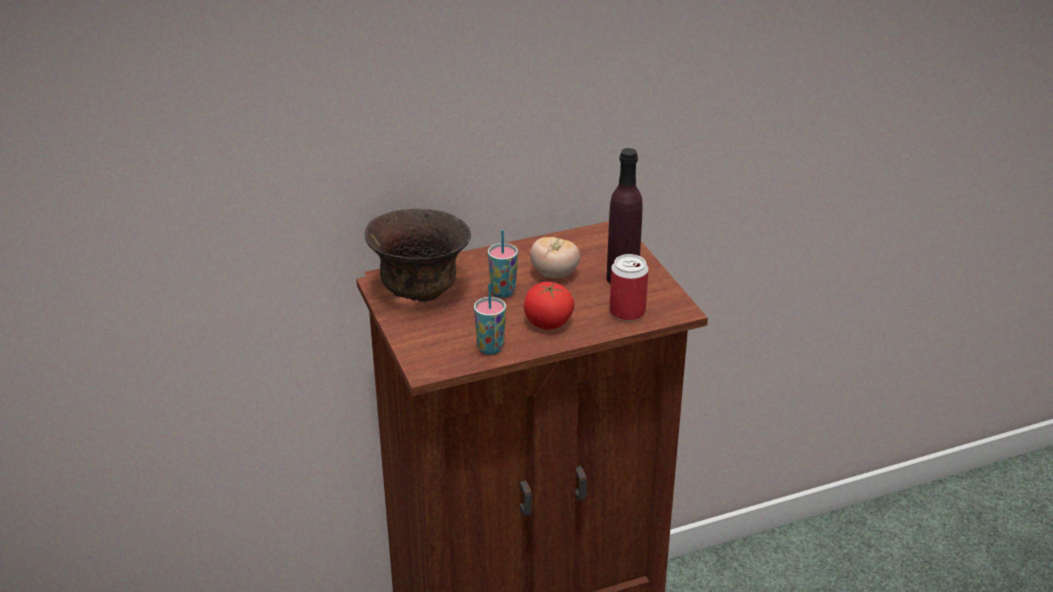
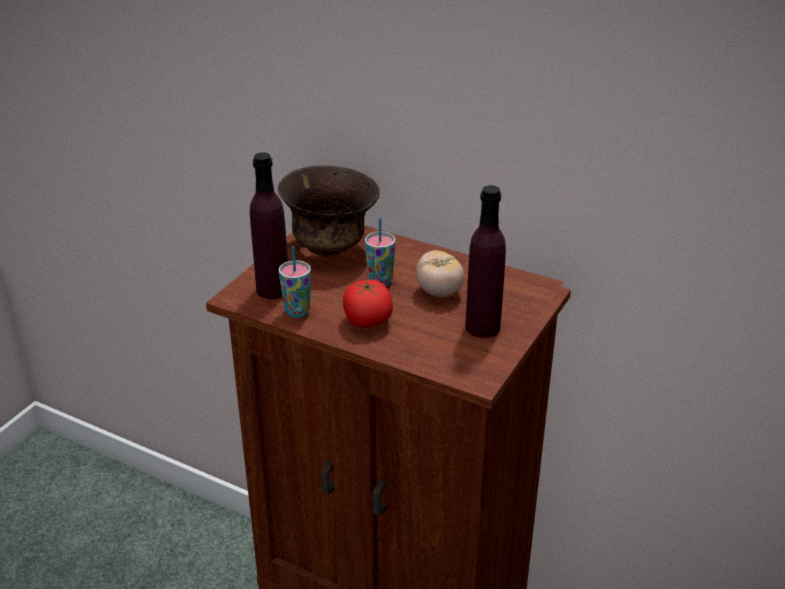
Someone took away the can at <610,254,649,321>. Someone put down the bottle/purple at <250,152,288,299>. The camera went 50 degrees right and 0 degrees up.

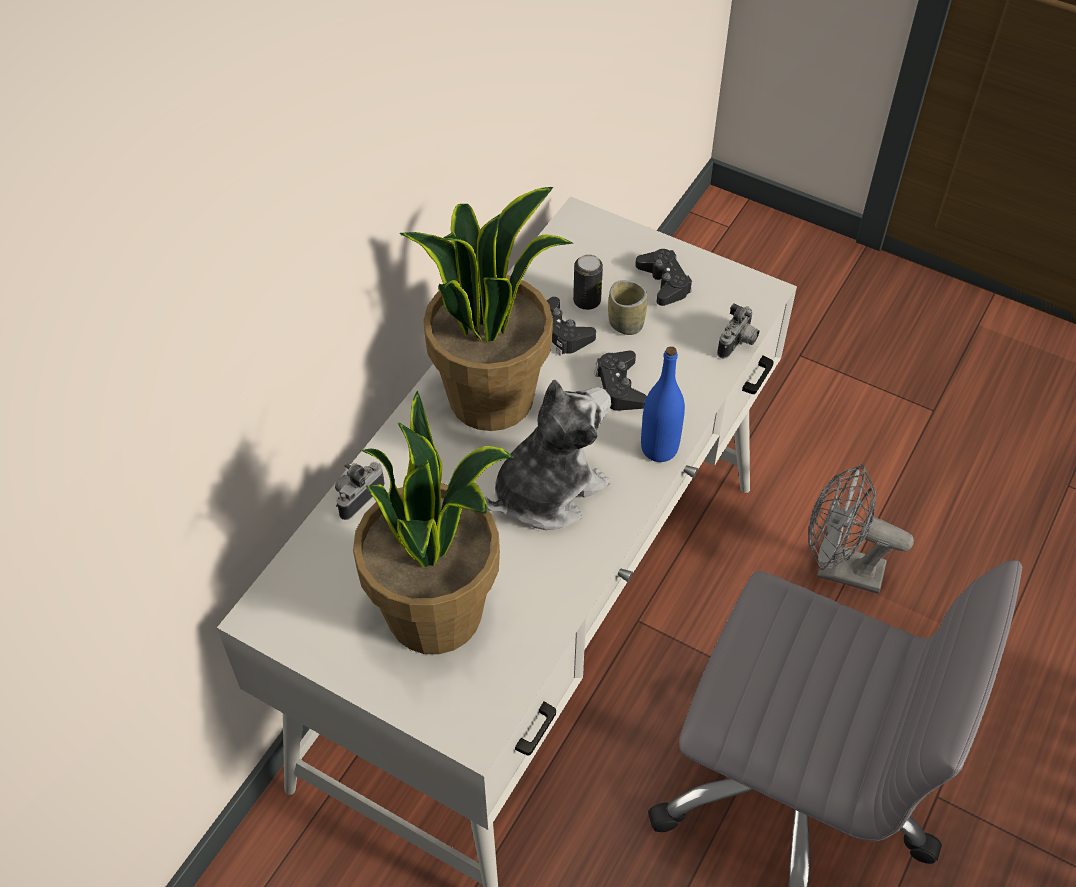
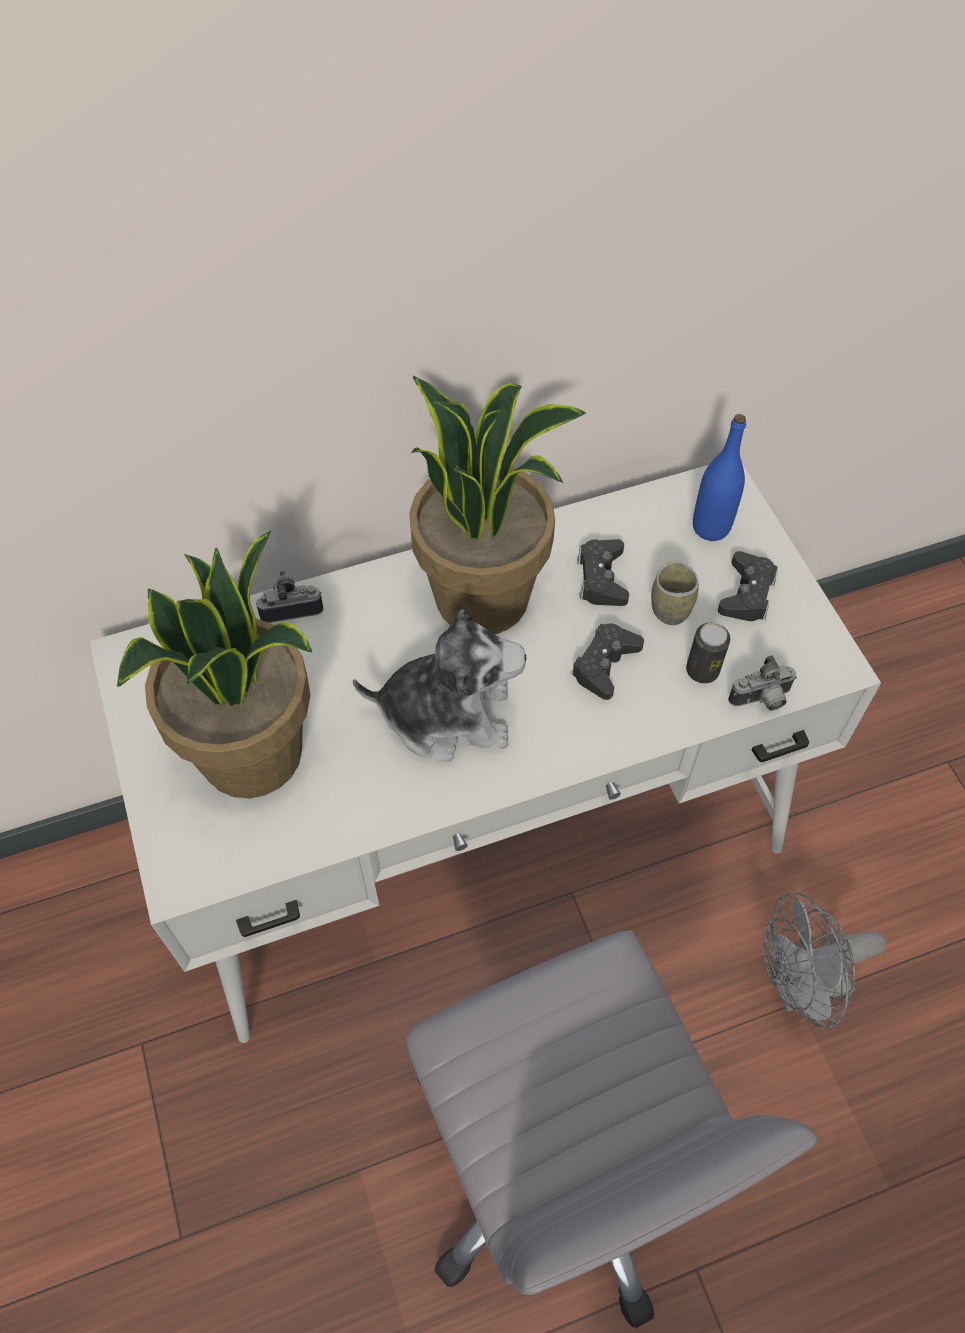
Someone carried the can from <573,254,603,310> to <686,622,730,683>. Someone carried the bottle/blue from <641,346,685,462> to <693,414,746,541>. Someone rotated the fan/grey at <808,464,914,594> by 75 degrees counterclockwise. The camera went 40 degrees right and 5 degrees up.

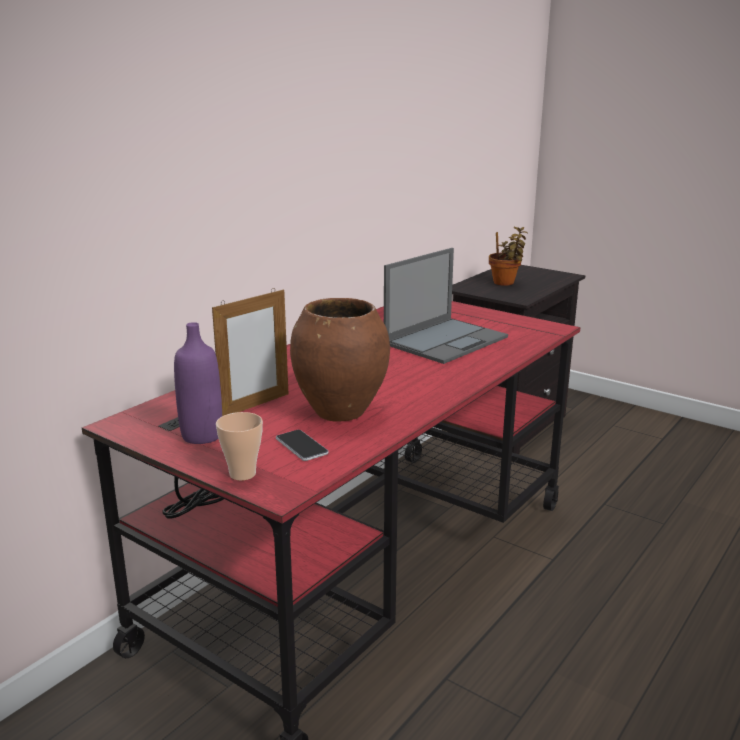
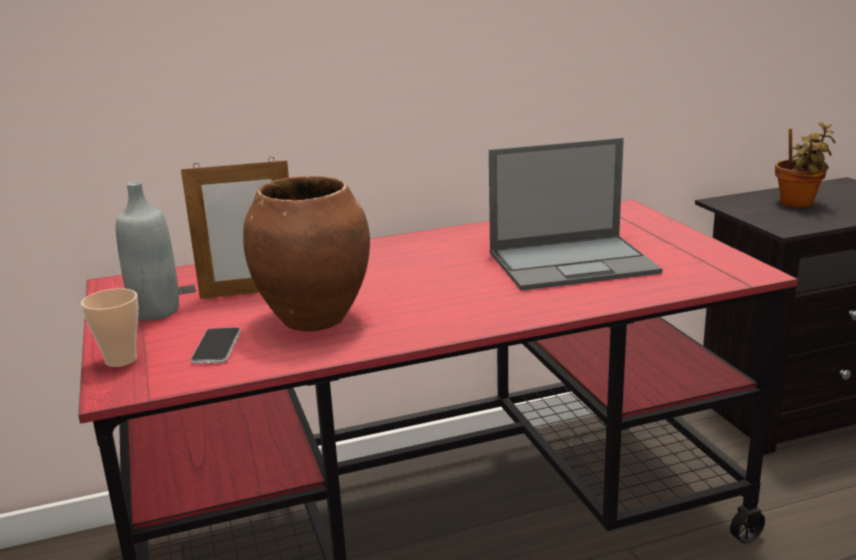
Someone repainted the bottle/purple at <174,322,222,444>, which became the bottle/grey at <116,182,179,321>. The camera went 35 degrees right and 0 degrees up.

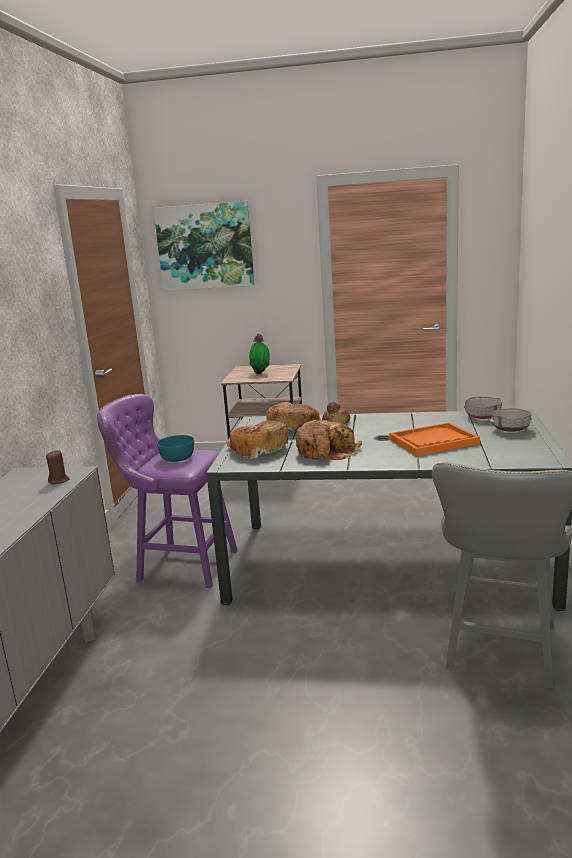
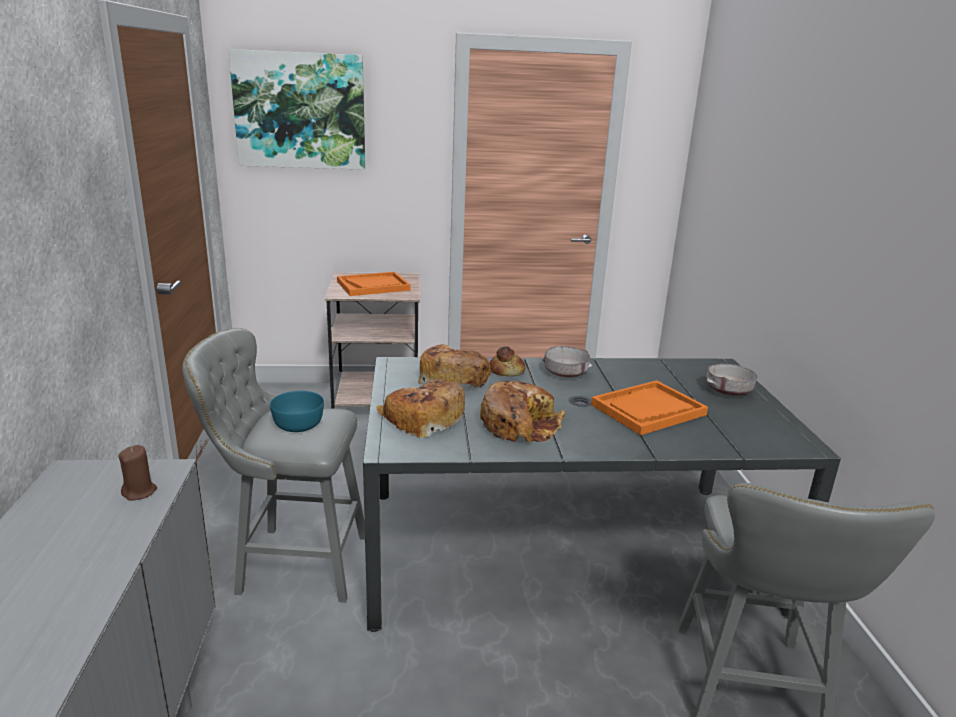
Someone swapped the potted plant at <249,334,270,374> for the tray/orange at <337,272,411,296>. Someone repainted the stool/purple at <97,394,238,588>, which became the stool/grey at <182,328,365,603>. Someone carried the bowl/grey from <464,397,504,419> to <543,346,592,378>. The camera went 15 degrees left and 5 degrees up.

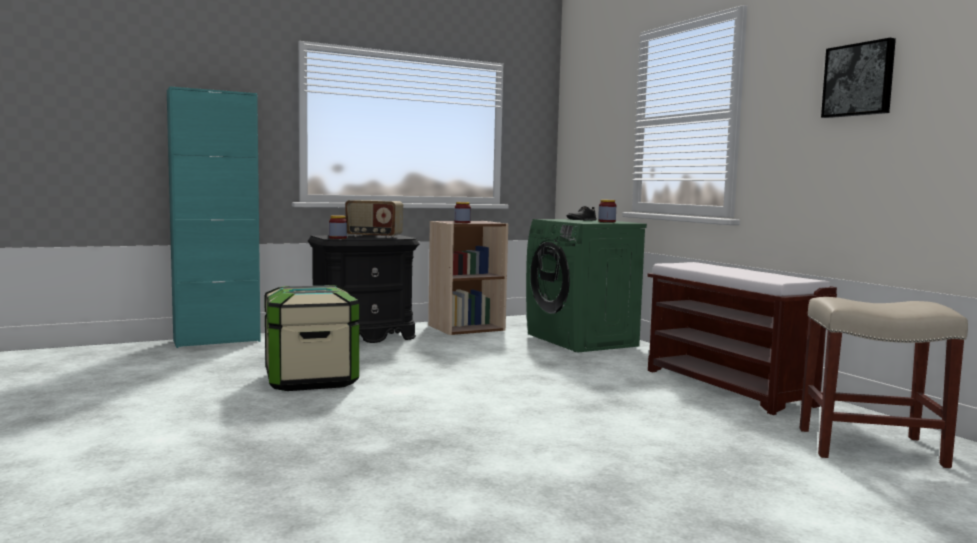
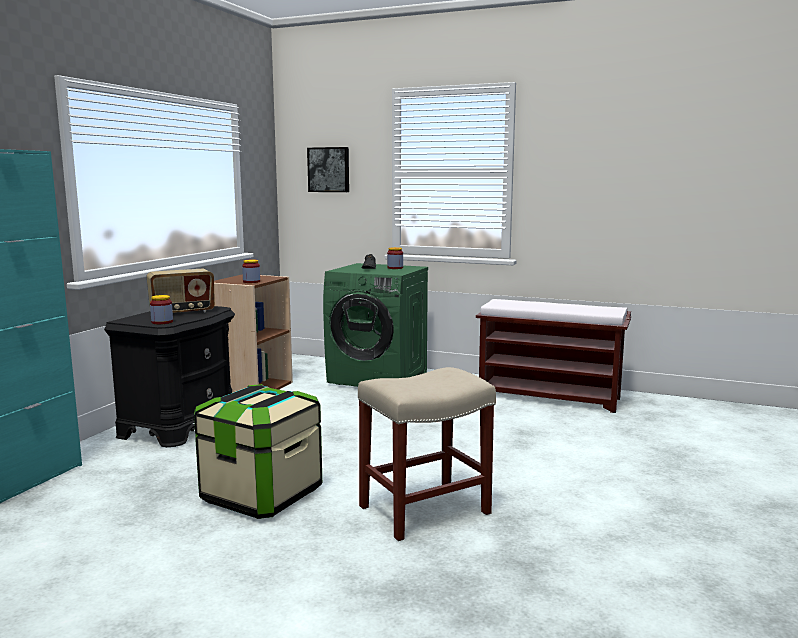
Someone carried the picture from <821,38,896,118> to <307,147,349,192>. Someone carried the stool/beige from <800,297,968,468> to <358,367,496,541>. The camera went 40 degrees left and 5 degrees up.

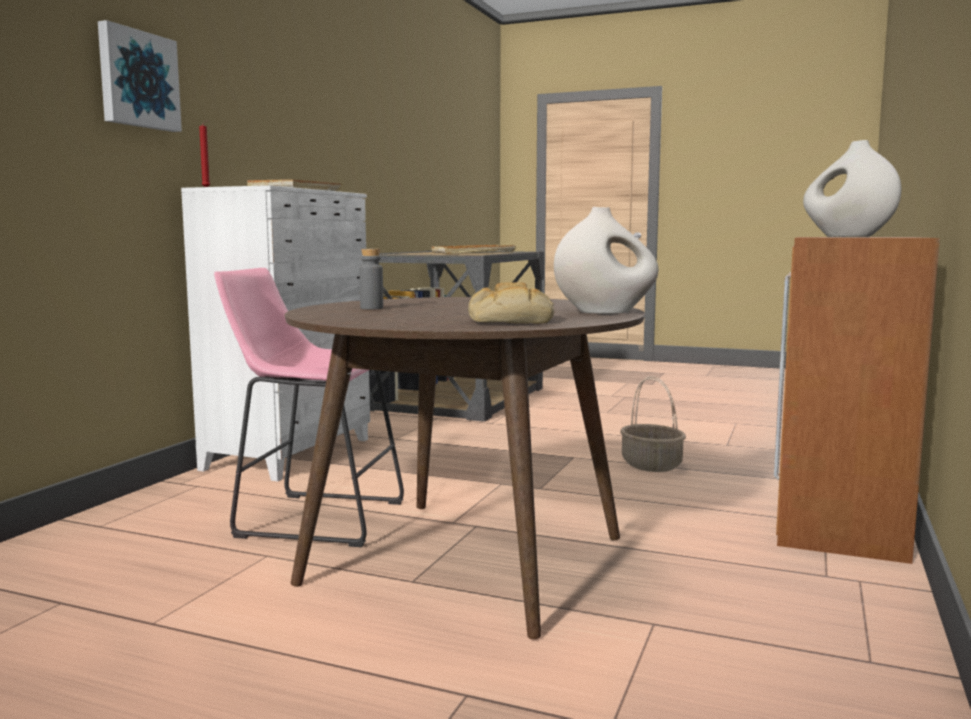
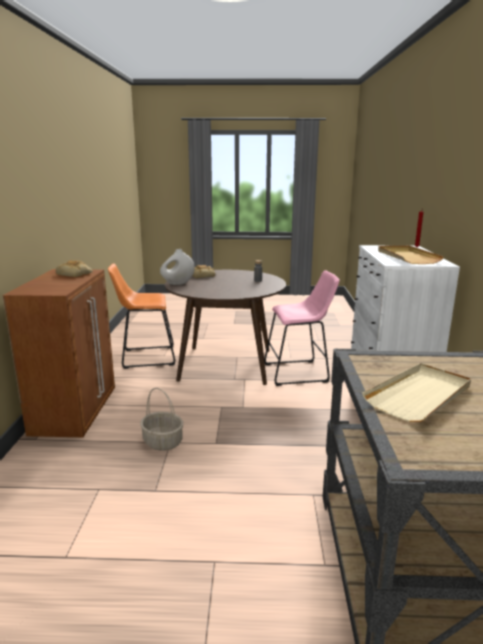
Someone took away the picture at <98,20,182,132>. Someone swapped the vase/white at <803,140,901,237> for the bread at <56,260,93,277>. Someone put down the stool/orange at <108,263,175,369>. The camera went 160 degrees right and 10 degrees up.

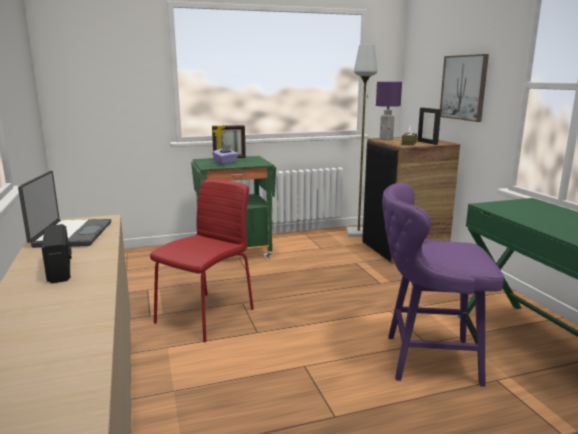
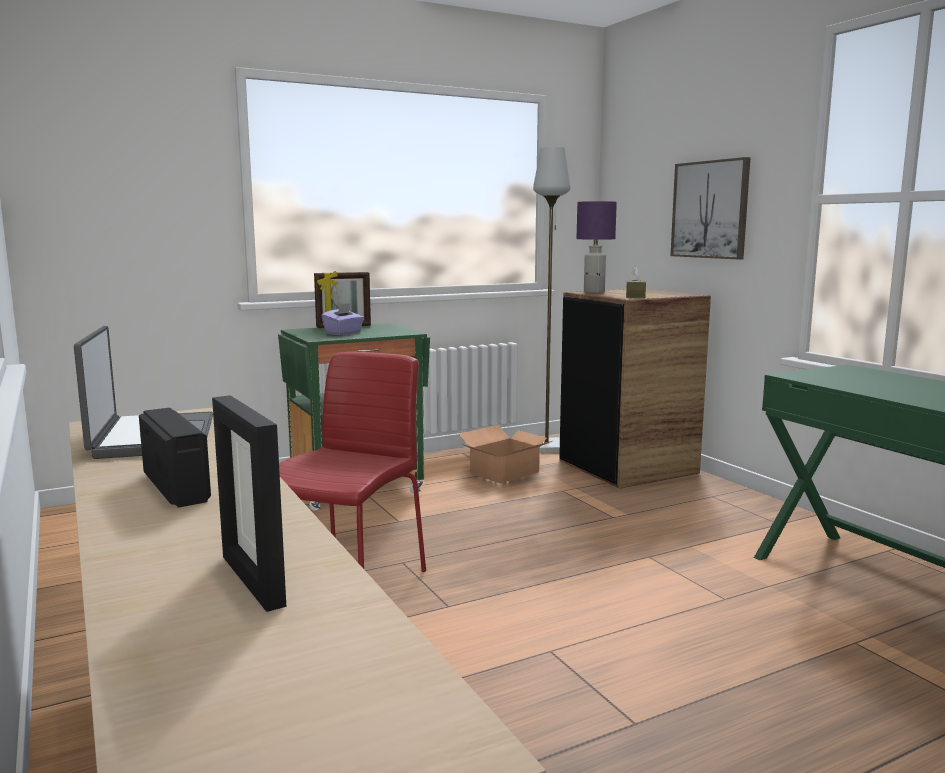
Someone carried the picture frame from <417,108,441,145> to <212,395,286,612>. Someone took away the stool/purple at <382,182,504,386>. Someone put down the cardboard box at <459,425,552,484>. The camera went 10 degrees left and 5 degrees down.

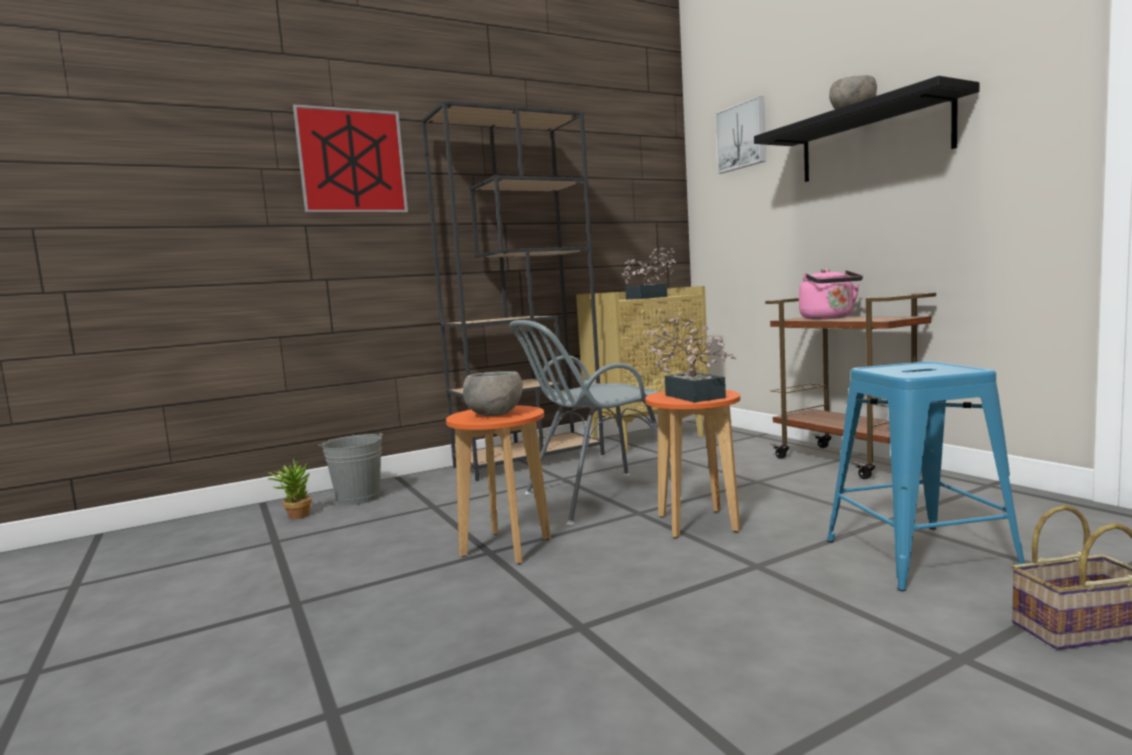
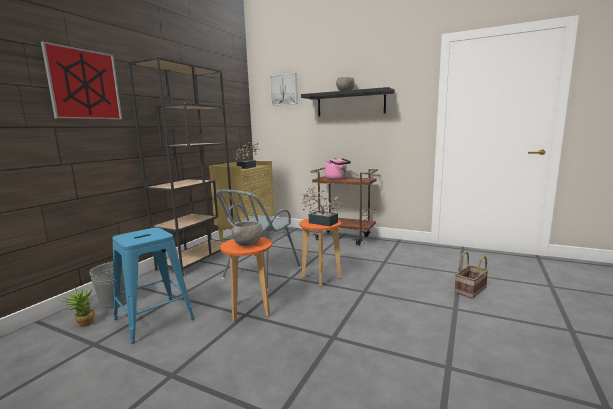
Someone carried the stool/blue from <827,361,1025,591> to <112,227,195,344>. The camera went 35 degrees left and 5 degrees up.

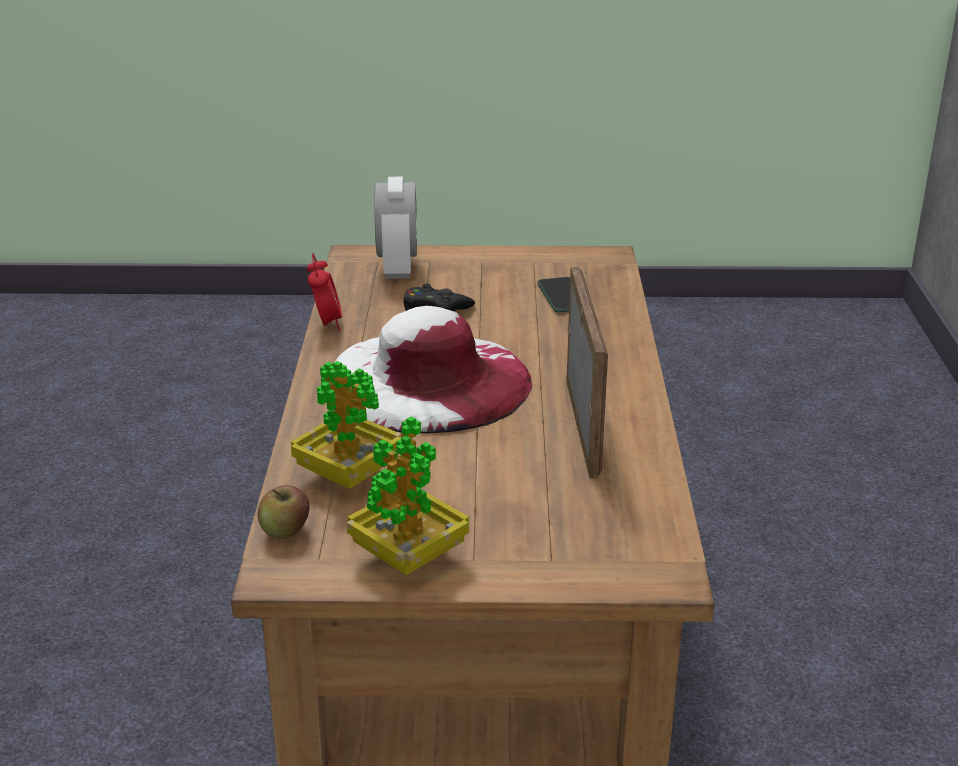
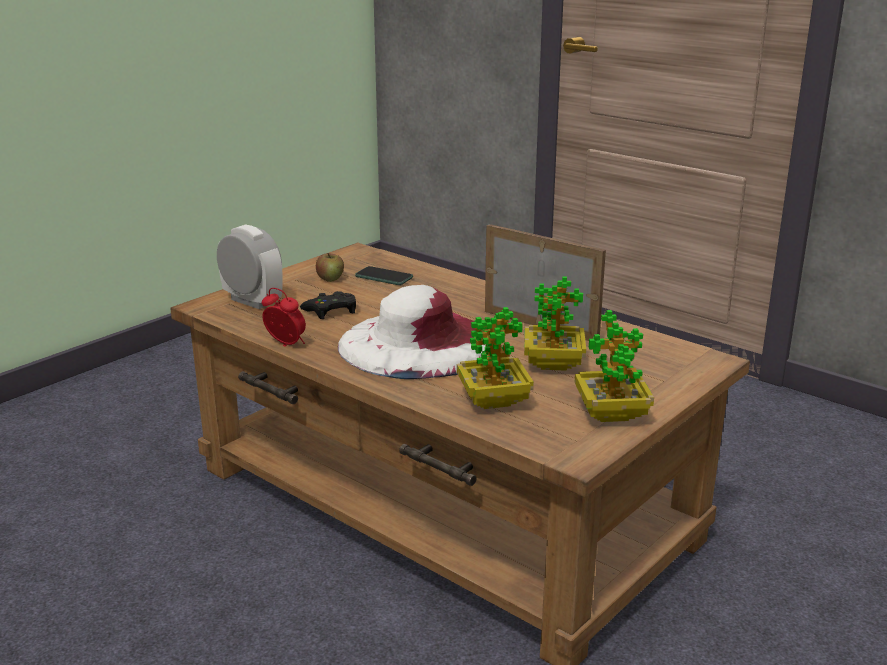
Someone carried the apple from <258,485,310,539> to <316,253,344,282>. Someone put down the potted plant at <524,276,586,371>. The camera went 50 degrees left and 5 degrees down.

